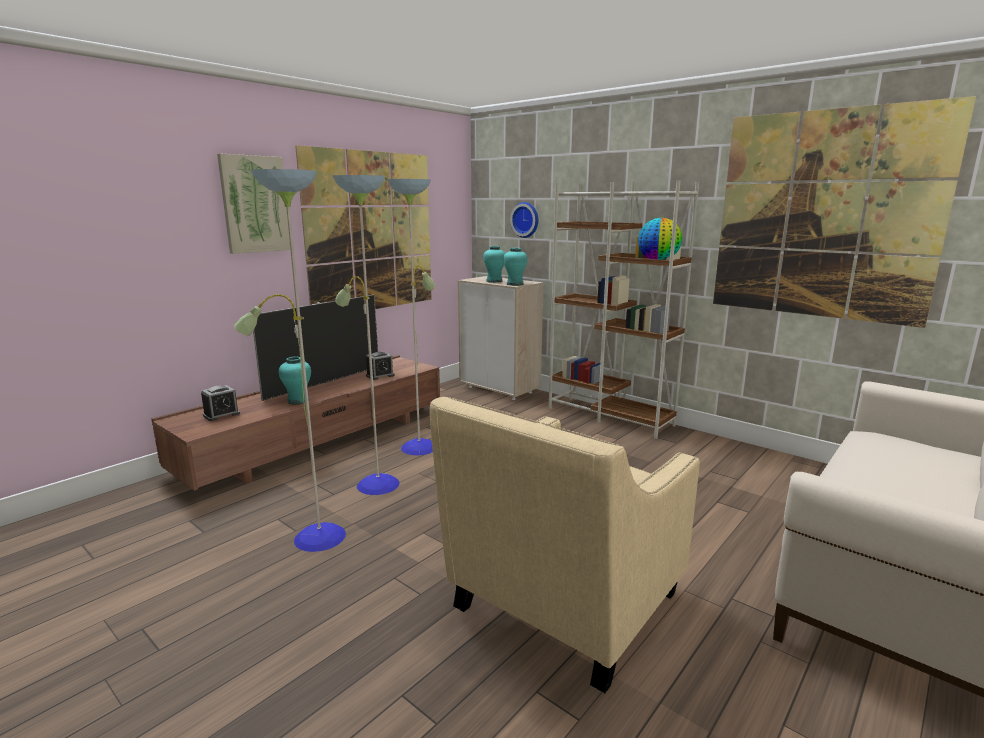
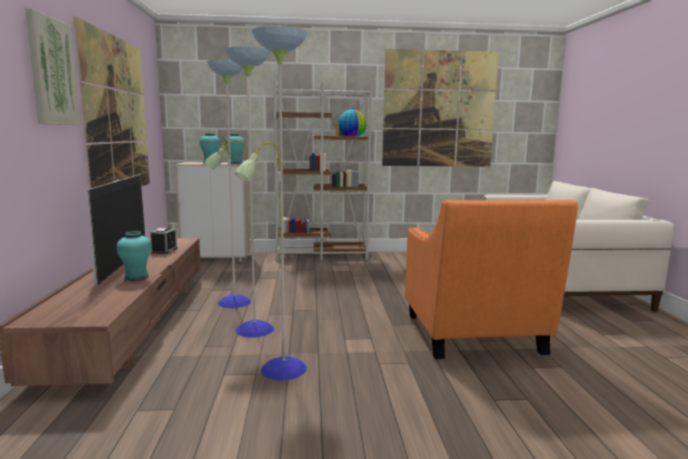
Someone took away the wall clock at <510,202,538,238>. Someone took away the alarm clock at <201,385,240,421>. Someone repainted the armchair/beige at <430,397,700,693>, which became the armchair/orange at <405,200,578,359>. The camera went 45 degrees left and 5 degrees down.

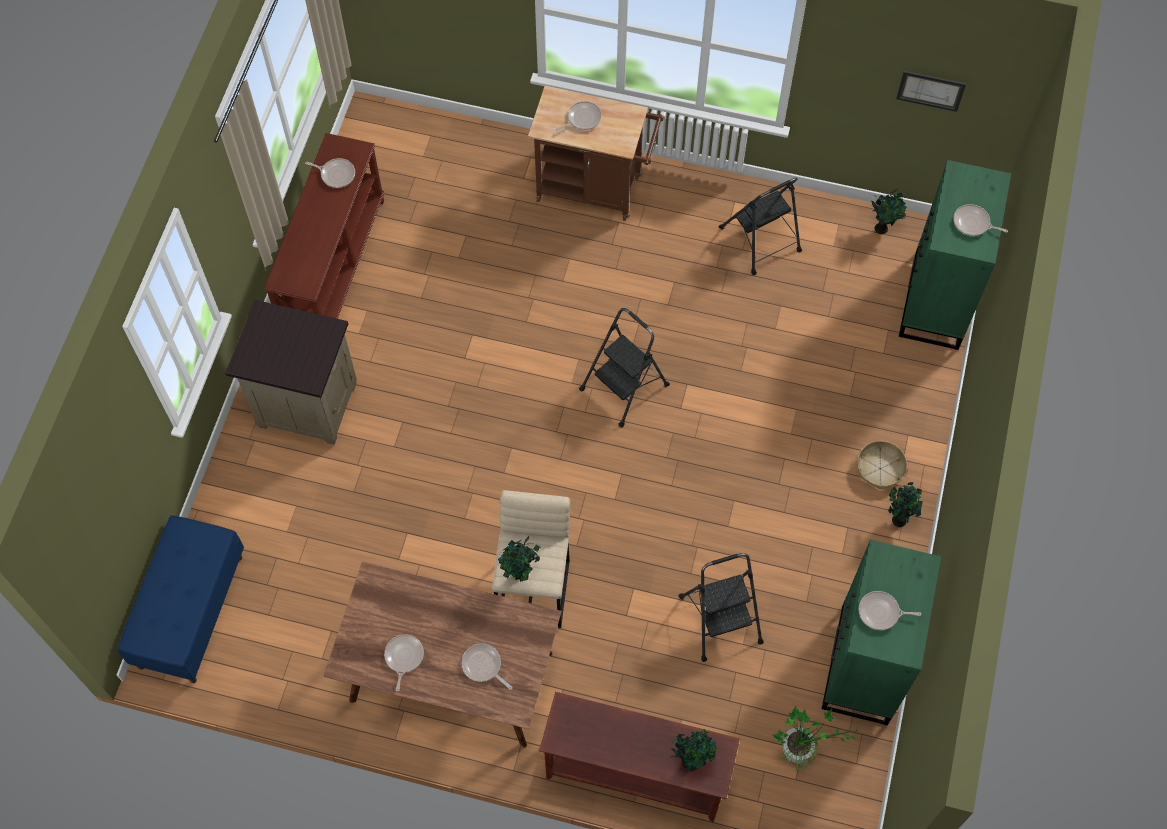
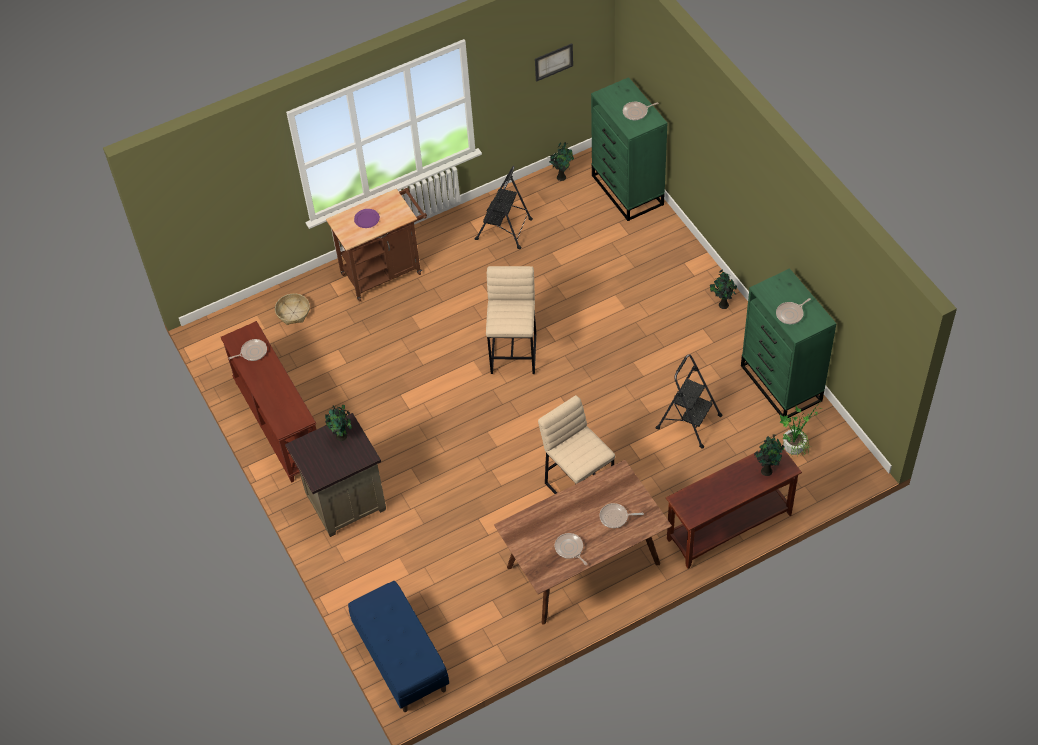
Someone swapped the frying pan at <556,101,602,131> for the plate/purple at <354,209,380,228>. Someone swapped the step ladder/black at <579,308,670,427> for the stool/beige at <486,266,536,374>. Someone carried the basket from <857,441,907,490> to <275,293,310,325>. Someone carried the potted plant from <498,536,541,582> to <325,405,352,441>. The camera went 40 degrees left and 10 degrees down.

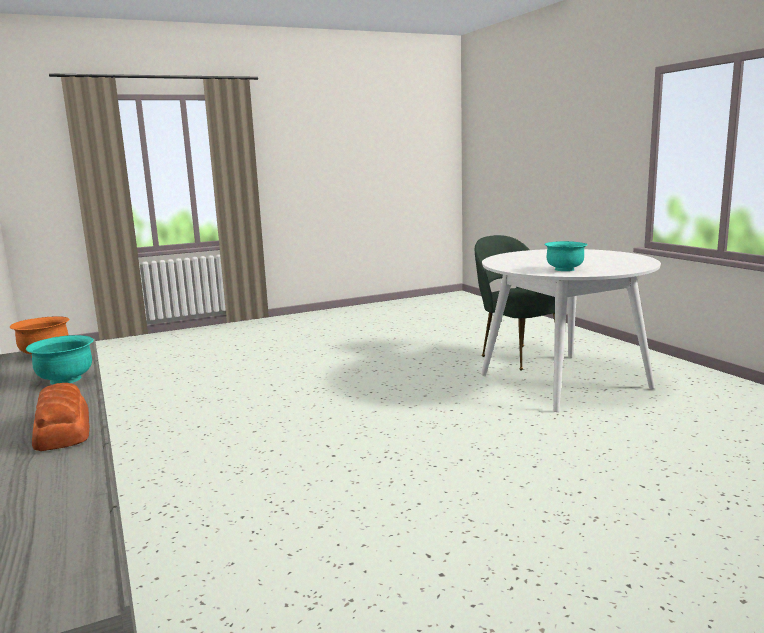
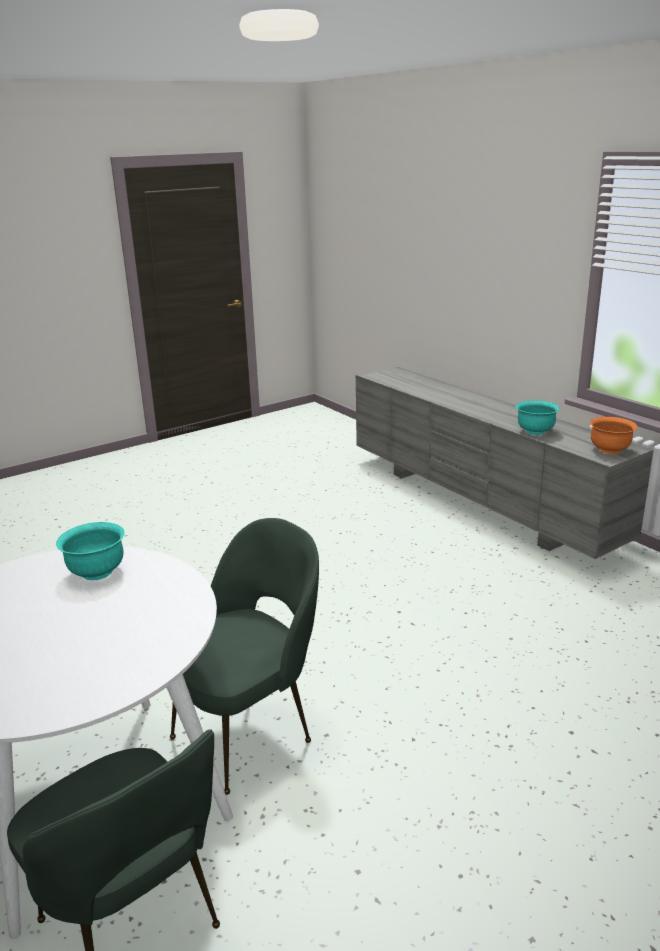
Someone took away the bread at <32,383,90,451>. Someone put down the chair/green at <170,518,319,795>. The camera went 170 degrees right and 10 degrees up.

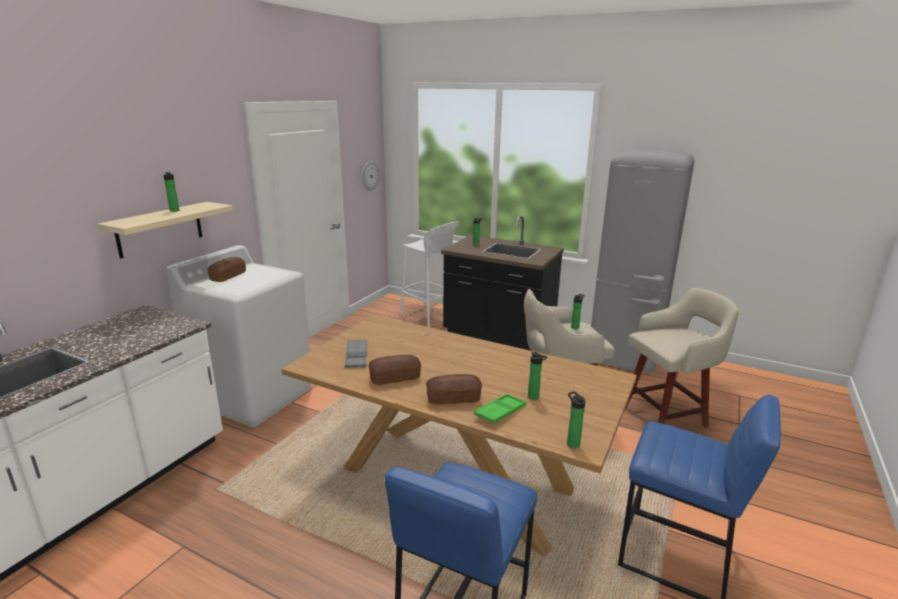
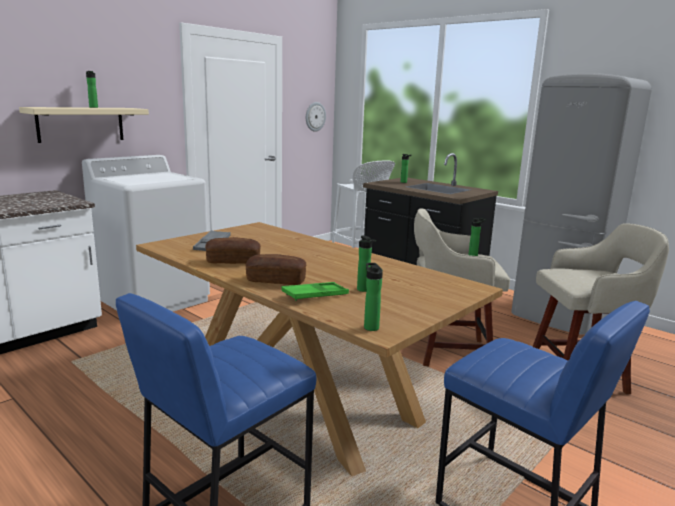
Someone took away the bread at <207,257,246,282>. The camera went 15 degrees right and 5 degrees down.

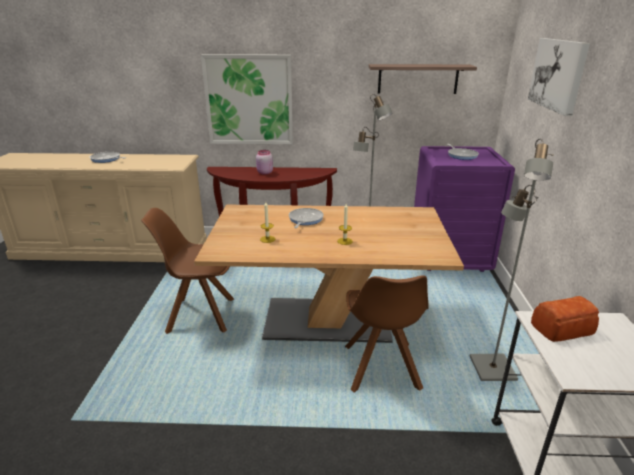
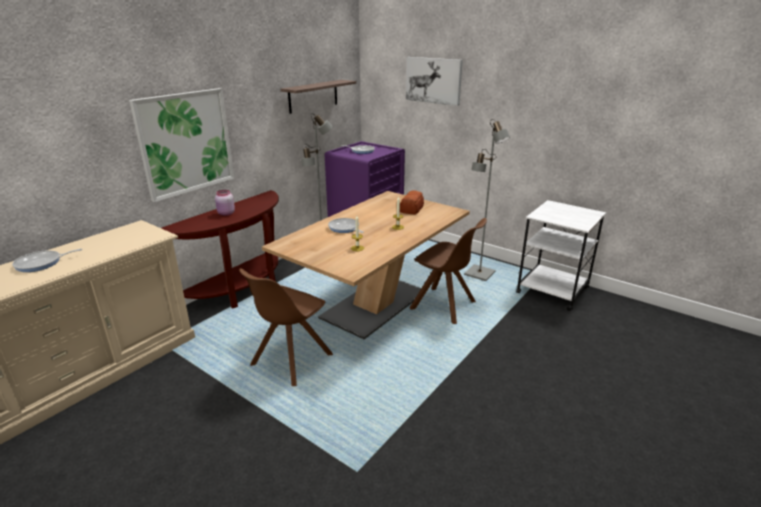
Someone carried the bread from <531,296,599,342> to <400,190,424,214>. The camera went 55 degrees left and 0 degrees up.

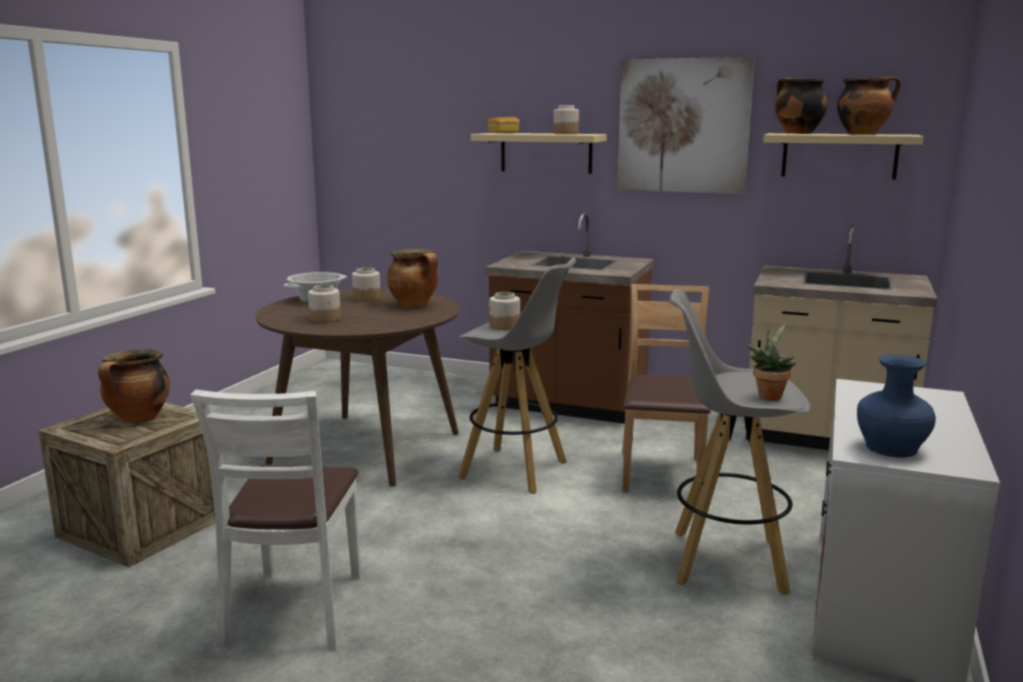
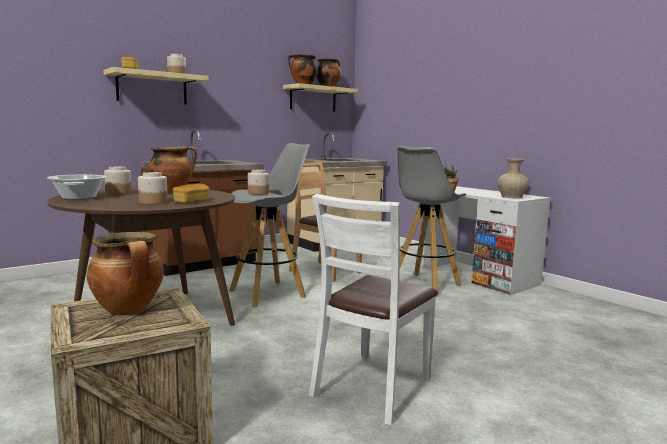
Someone took away the picture at <617,57,755,194>. Someone repainted the vase/blue at <857,355,936,457>, which became the vase/beige at <497,158,529,199>. Someone rotated the chair/white at <191,390,361,651> by 90 degrees clockwise. Someone put down the bread at <173,184,209,203>. The camera went 60 degrees left and 5 degrees down.

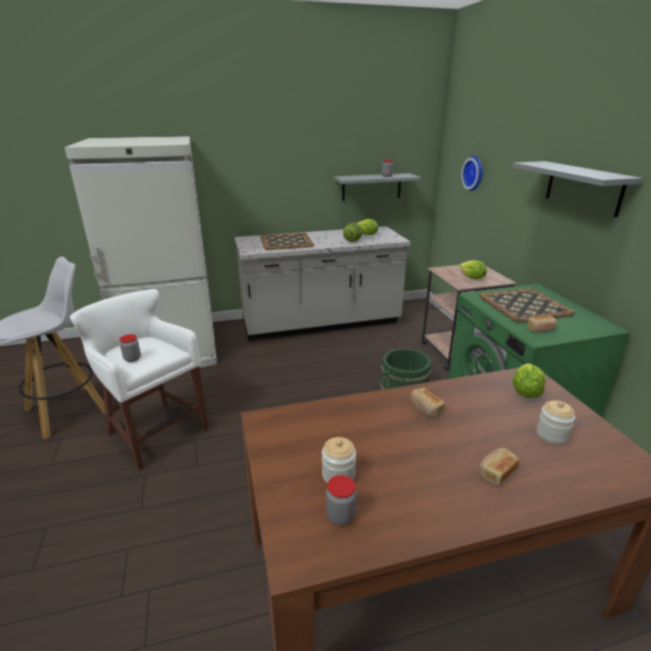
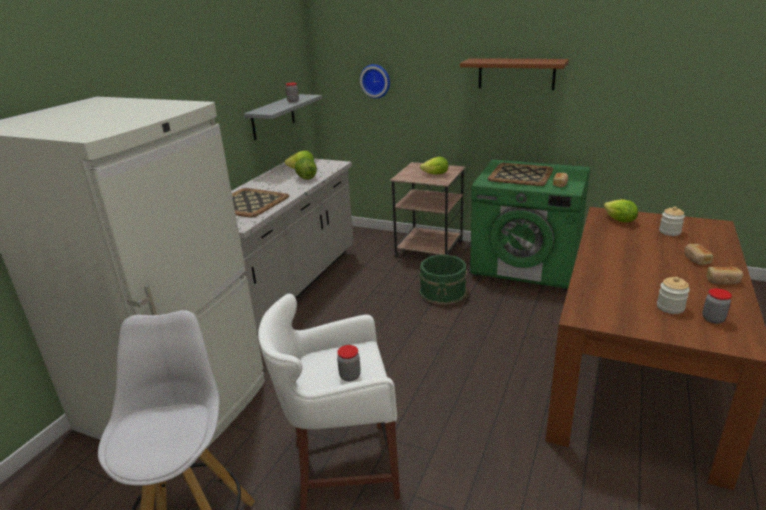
Someone repainted the shelf/grey at <512,161,643,217>, which became the shelf/brown at <460,58,569,90>. Someone carried the bread from <410,388,445,417> to <706,267,743,285>. The camera went 50 degrees left and 0 degrees up.

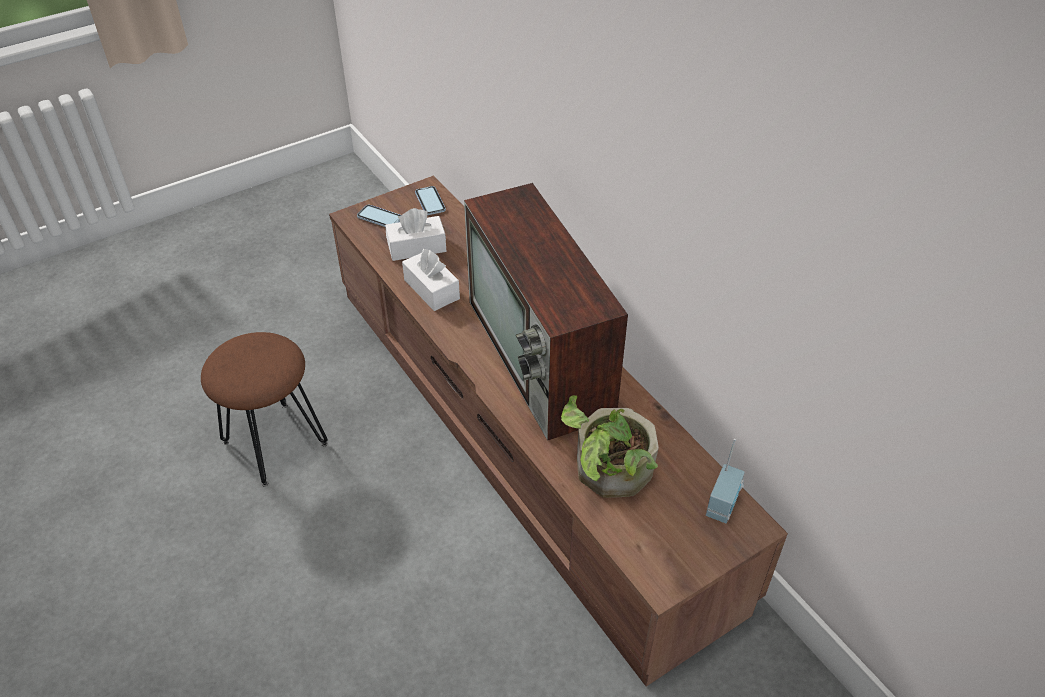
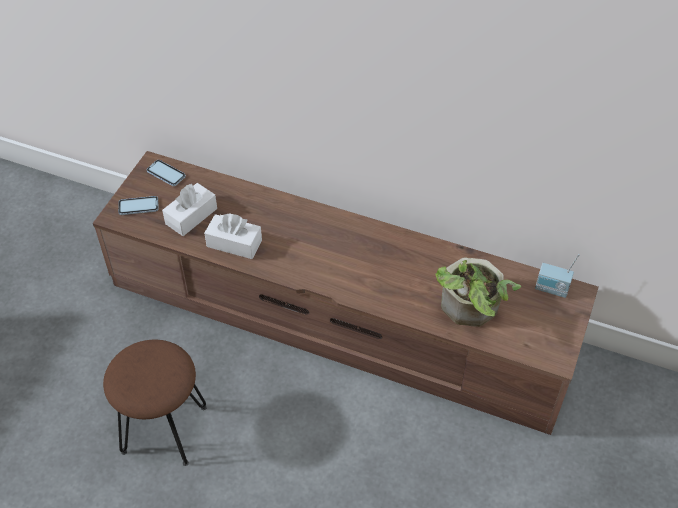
Someone took away the television at <464,183,628,441>. Someone rotated the radio at <706,439,745,523> by 120 degrees clockwise. The camera went 35 degrees left and 5 degrees up.

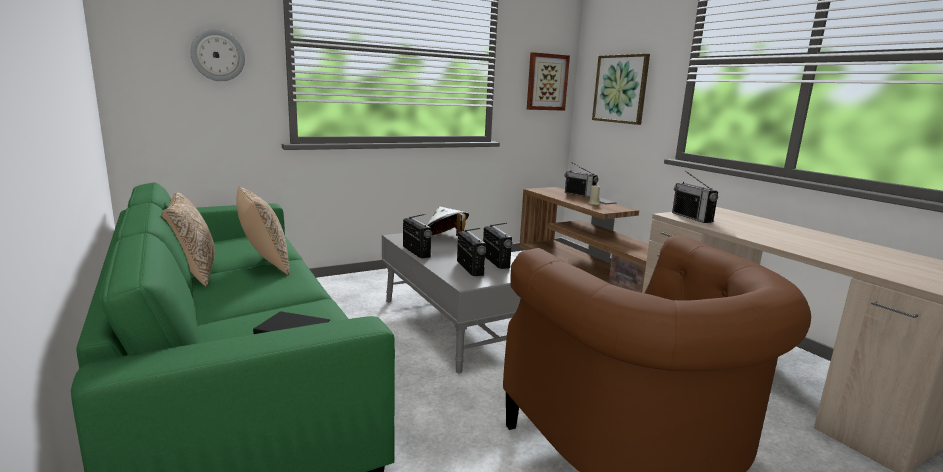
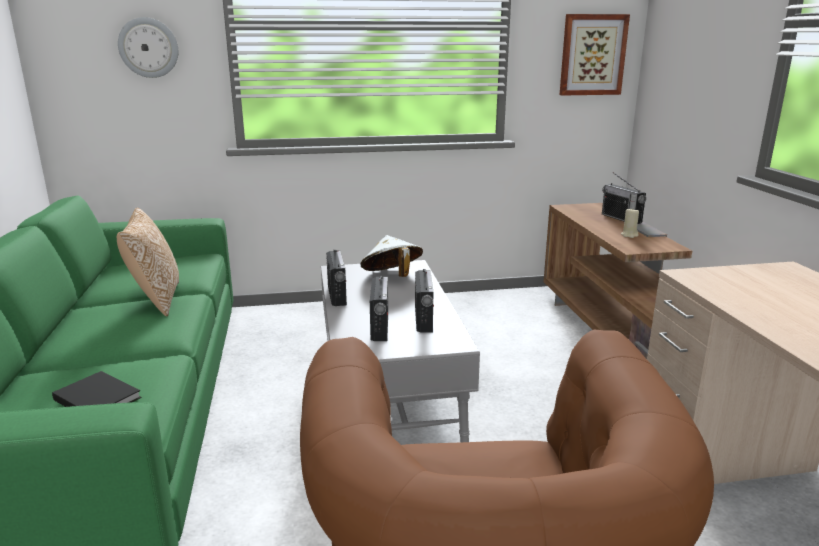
Someone took away the picture at <592,54,650,125>. Someone took away the radio at <672,171,718,223>. Someone took away the pillow at <162,192,215,287>. The camera went 20 degrees right and 5 degrees up.

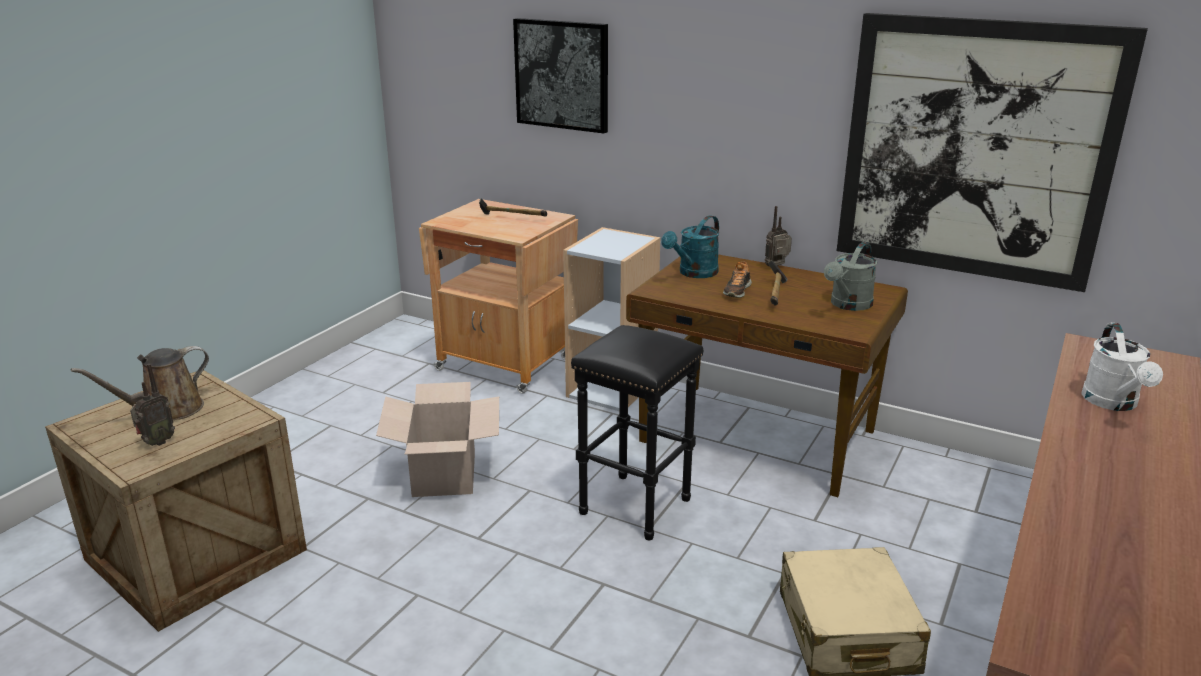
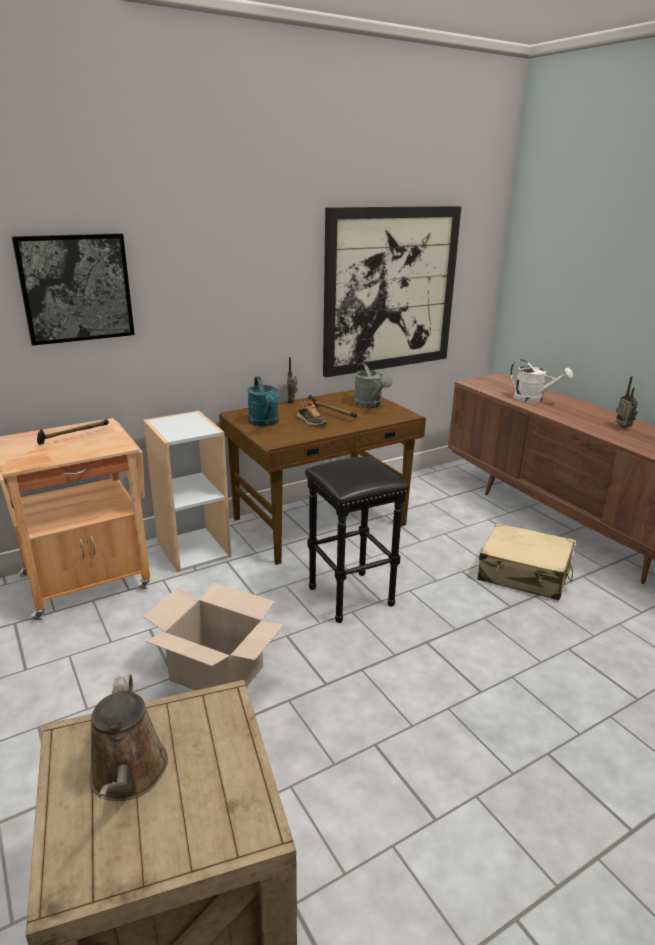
Someone carried the radio from <130,364,175,446> to <616,377,638,428>. The camera went 60 degrees left and 0 degrees up.

